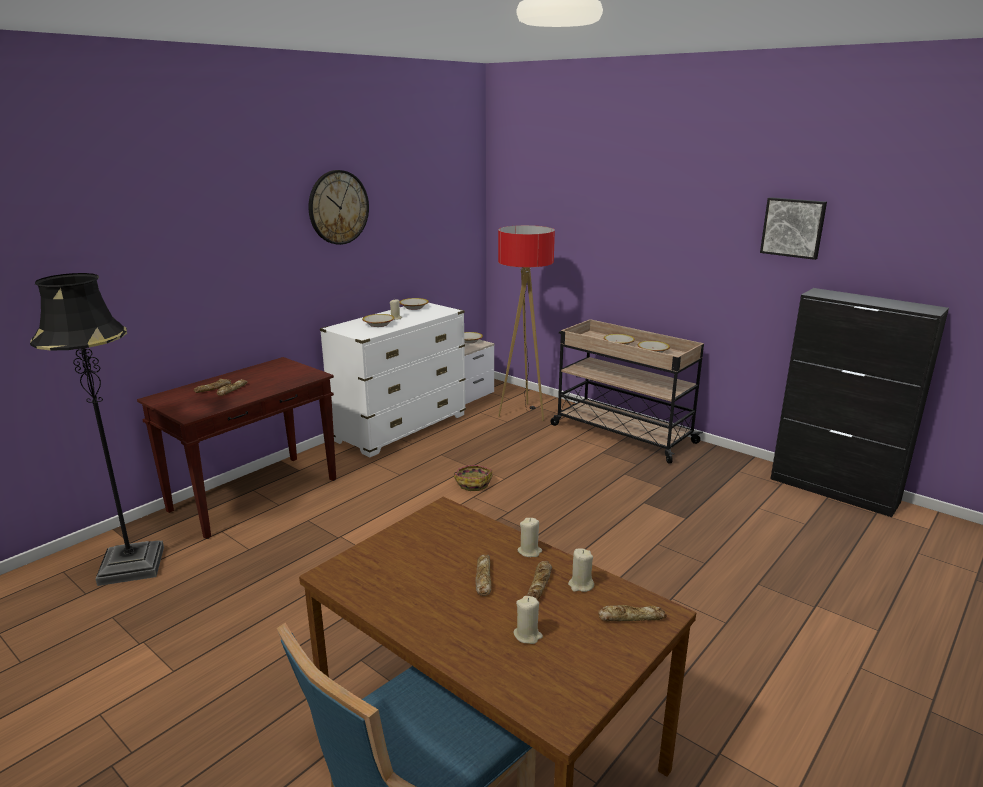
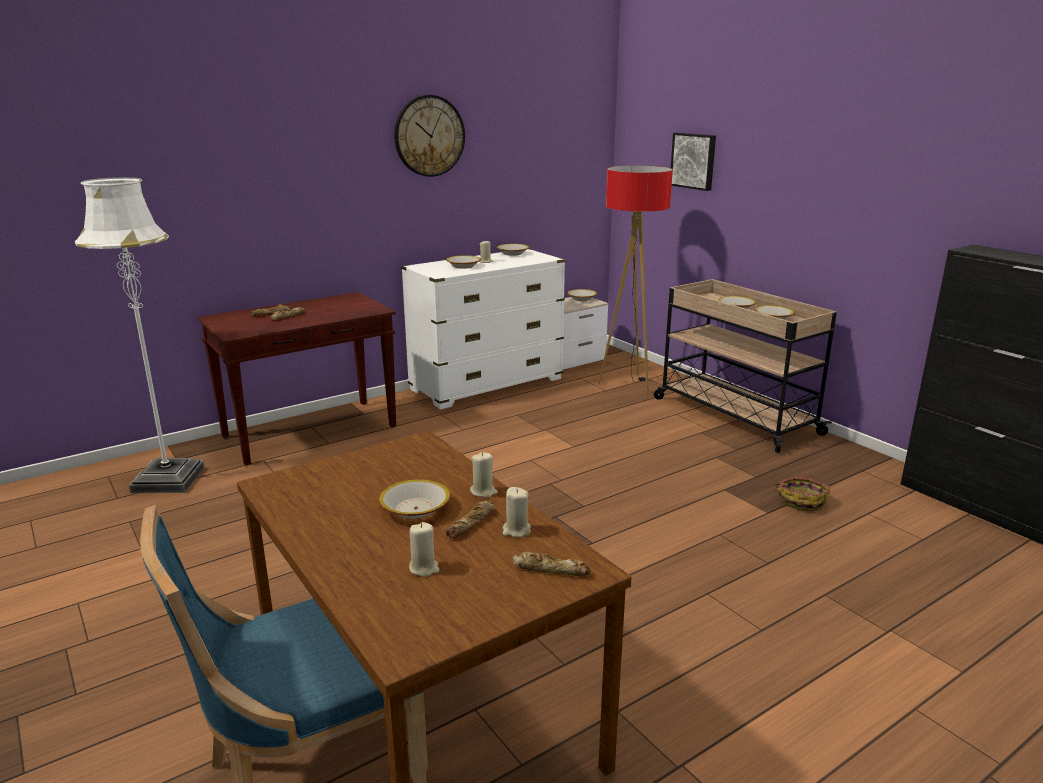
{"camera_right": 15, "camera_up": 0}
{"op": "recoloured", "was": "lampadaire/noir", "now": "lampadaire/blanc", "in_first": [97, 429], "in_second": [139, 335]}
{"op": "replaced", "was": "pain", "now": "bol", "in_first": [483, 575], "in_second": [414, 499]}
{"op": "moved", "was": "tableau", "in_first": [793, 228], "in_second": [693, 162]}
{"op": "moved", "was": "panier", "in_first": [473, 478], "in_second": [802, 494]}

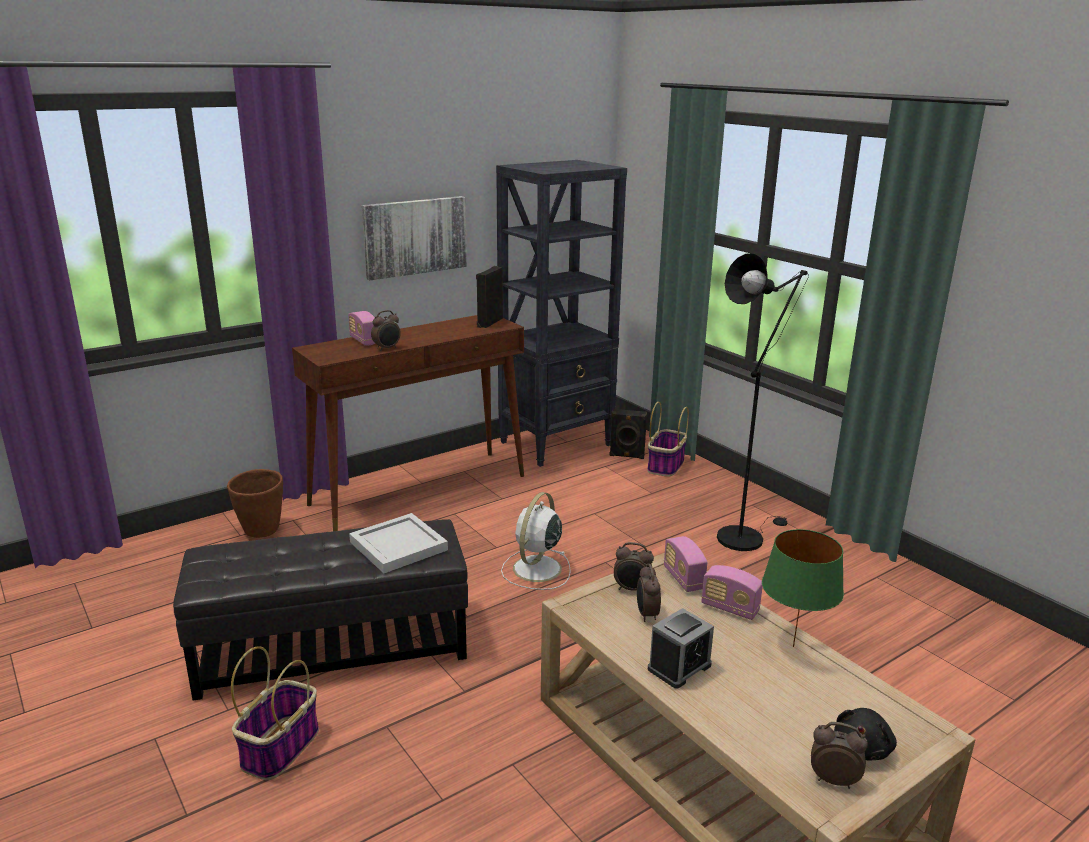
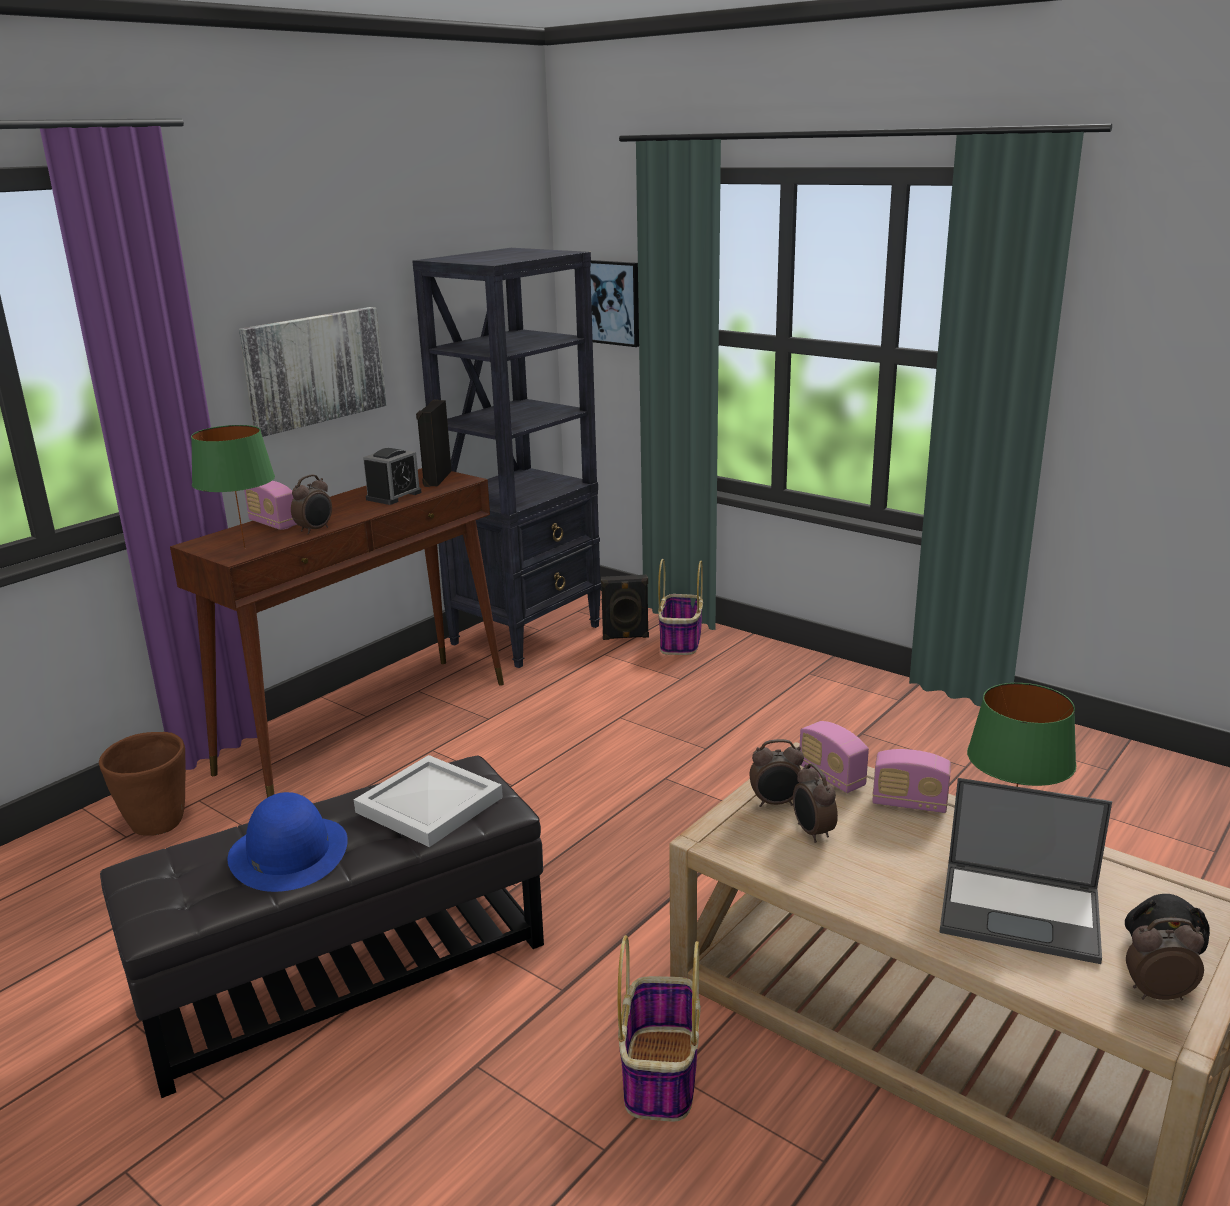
{"camera_right": -15, "camera_up": 0}
{"op": "added", "now": "lampe de table/vert", "in_second": [233, 487]}
{"op": "added", "now": "chapeau/bleu", "in_second": [287, 842]}
{"op": "moved", "was": "réveil", "in_first": [681, 648], "in_second": [392, 476]}
{"op": "added", "now": "tableau", "in_second": [614, 303]}
{"op": "moved", "was": "panier", "in_first": [275, 713], "in_second": [659, 1028]}
{"op": "added", "now": "ordinateur portable", "in_second": [1025, 871]}
{"op": "removed", "was": "ventilateur/blanc", "in_first": [536, 541]}
{"op": "removed", "was": "lampadaire/noir", "in_first": [763, 402]}

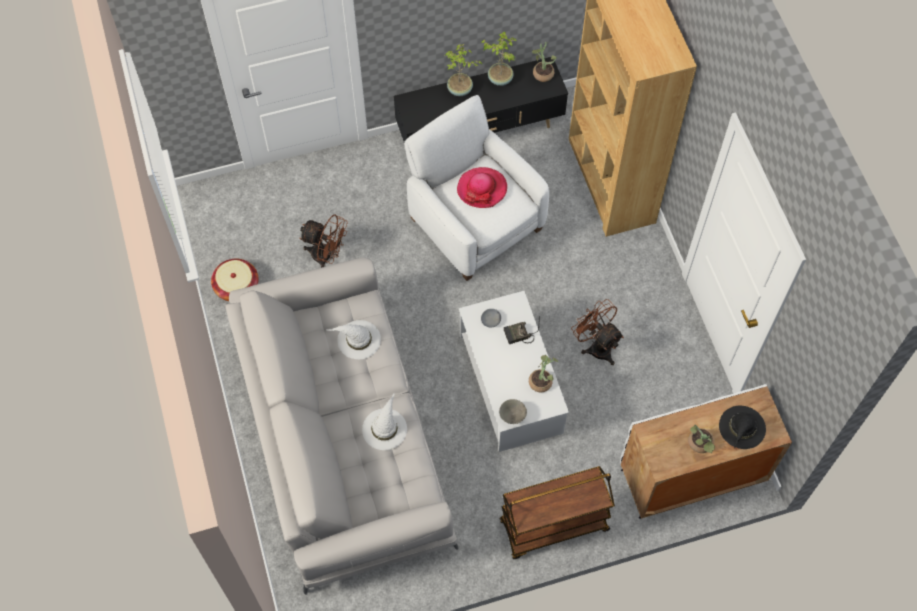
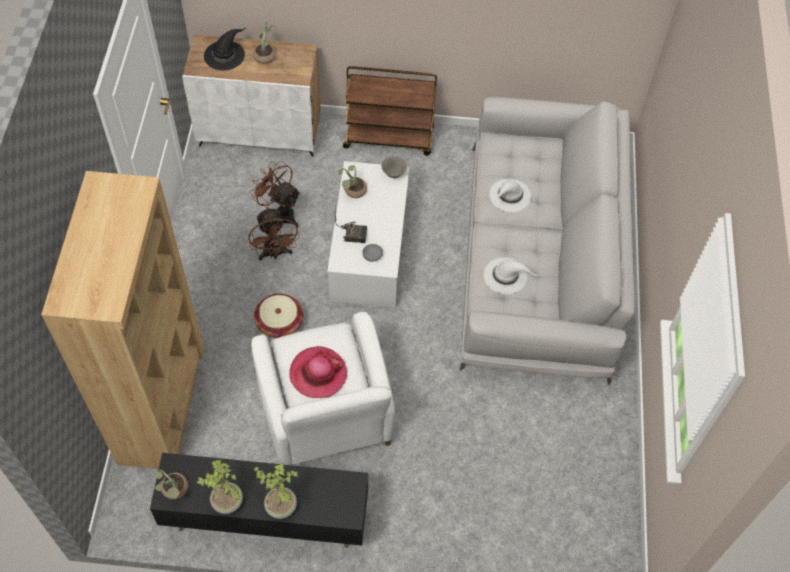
{"camera_right": -160, "camera_up": -5}
{"op": "moved", "was": "ventilateur/marron", "in_first": [323, 241], "in_second": [275, 194]}
{"op": "moved", "was": "panier", "in_first": [235, 280], "in_second": [278, 316]}

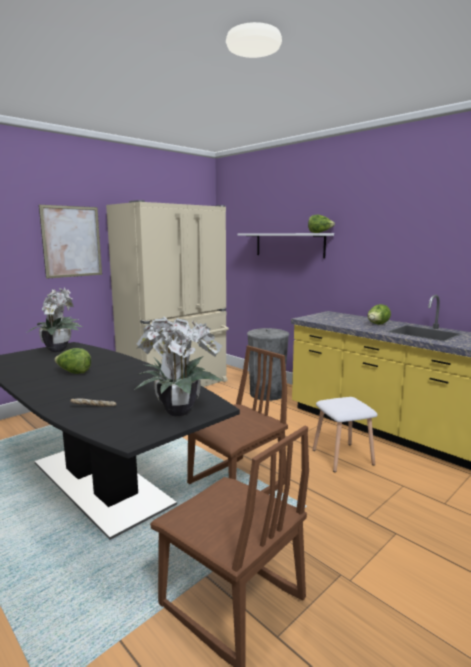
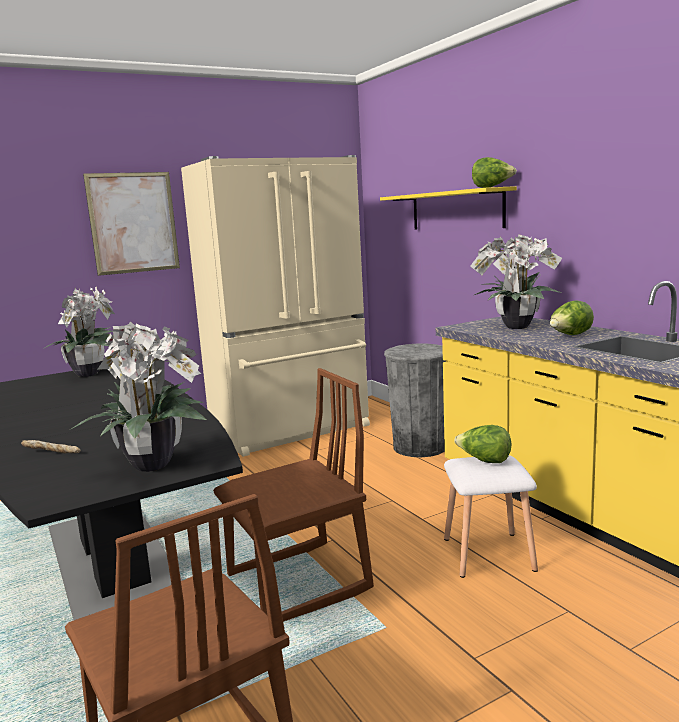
{"camera_right": 15, "camera_up": 0}
{"op": "recoloured", "was": "étagère/blanc", "now": "étagère/jaune", "in_first": [285, 245], "in_second": [448, 207]}
{"op": "moved", "was": "laitue", "in_first": [72, 361], "in_second": [483, 444]}
{"op": "added", "now": "plante en pot", "in_second": [516, 281]}

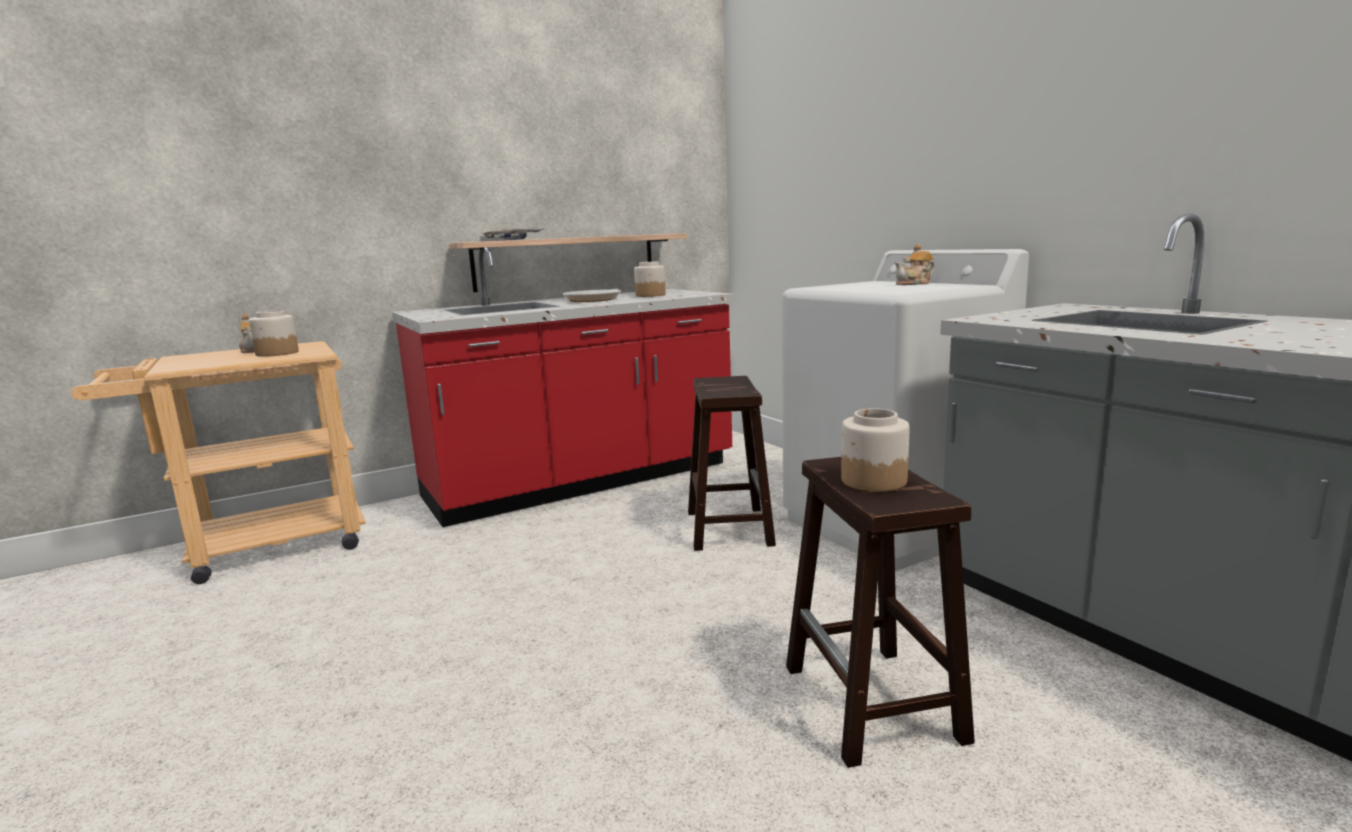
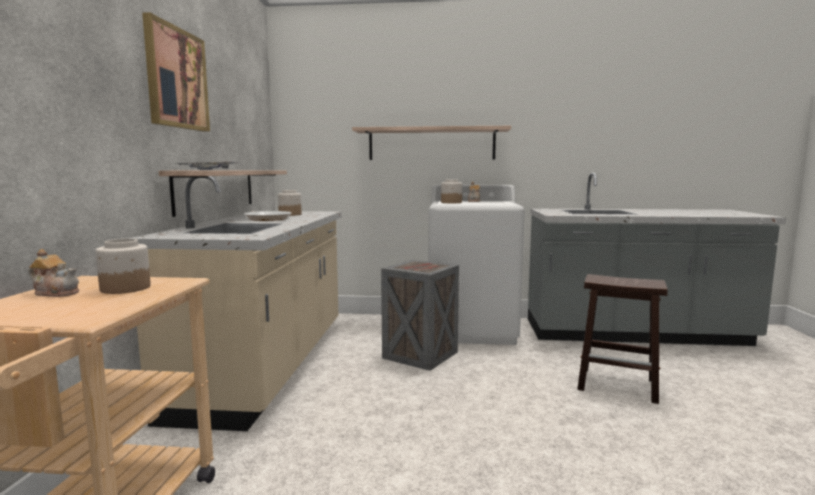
{"camera_right": -55, "camera_up": -5}
{"op": "recoloured", "was": "comptoir de cuisine/rouge", "now": "comptoir de cuisine/beige", "in_first": [563, 387], "in_second": [235, 303]}
{"op": "added", "now": "tableau", "in_second": [176, 72]}
{"op": "added", "now": "étagère", "in_second": [431, 143]}
{"op": "replaced", "was": "tabouret/marron", "now": "caisse", "in_first": [732, 463], "in_second": [420, 315]}
{"op": "moved", "was": "bocal", "in_first": [875, 450], "in_second": [451, 191]}

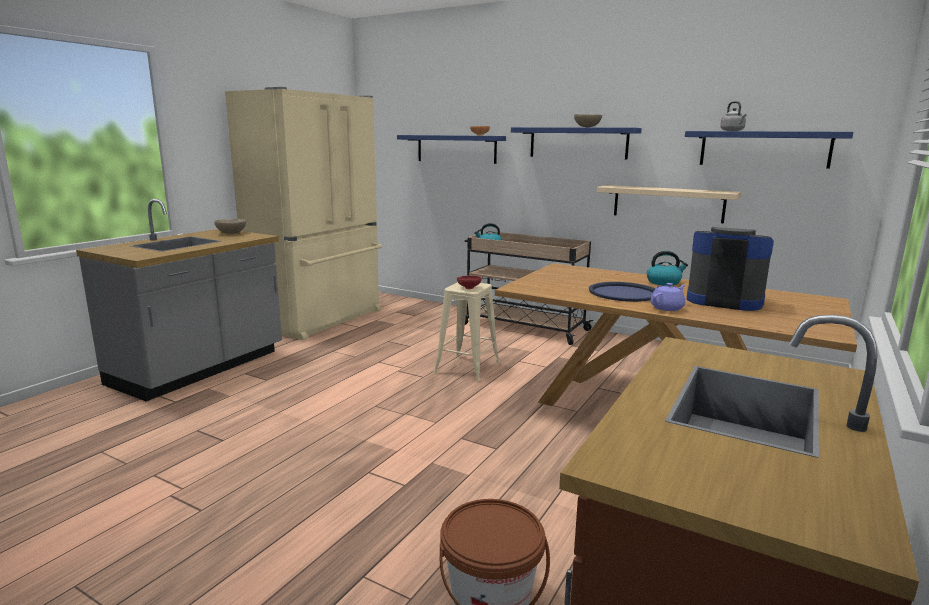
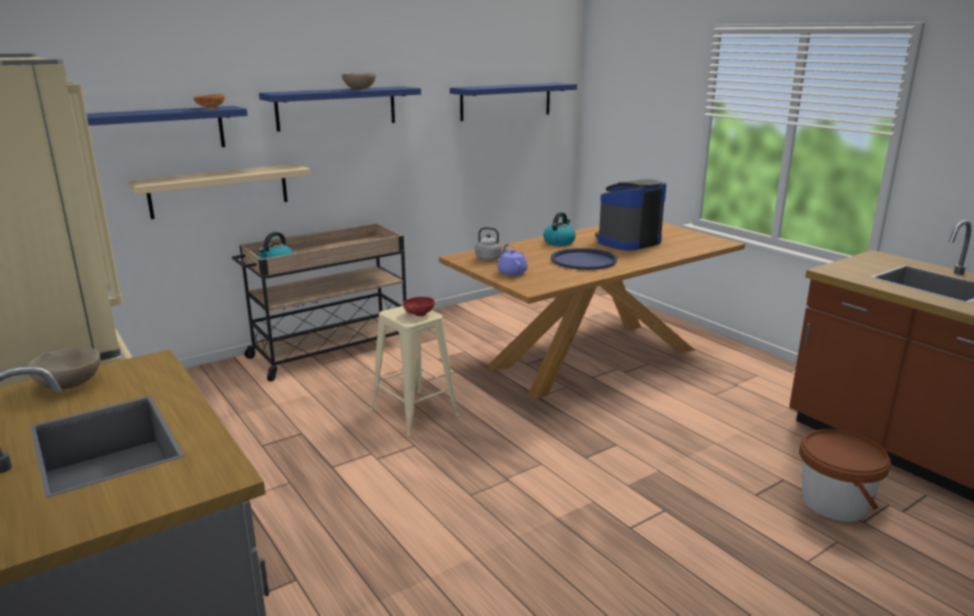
{"camera_right": -65, "camera_up": 5}
{"op": "moved", "was": "étagère/beige", "in_first": [669, 204], "in_second": [219, 191]}
{"op": "moved", "was": "bouilloire/gris", "in_first": [733, 116], "in_second": [492, 244]}
{"op": "moved", "was": "théière/violet", "in_first": [667, 297], "in_second": [512, 261]}

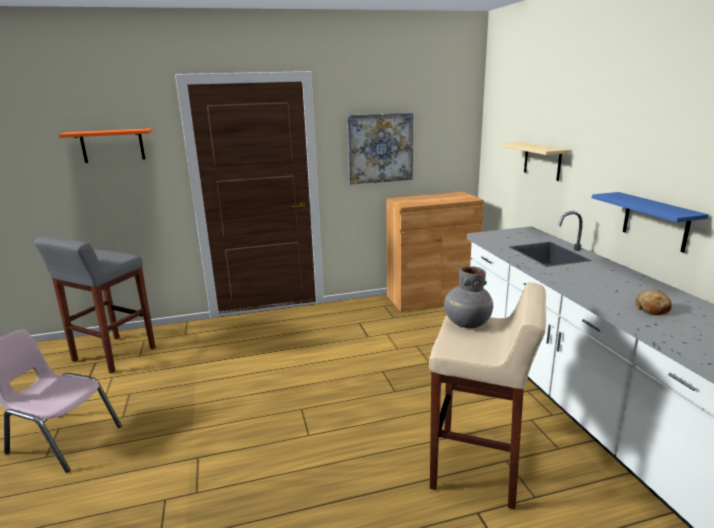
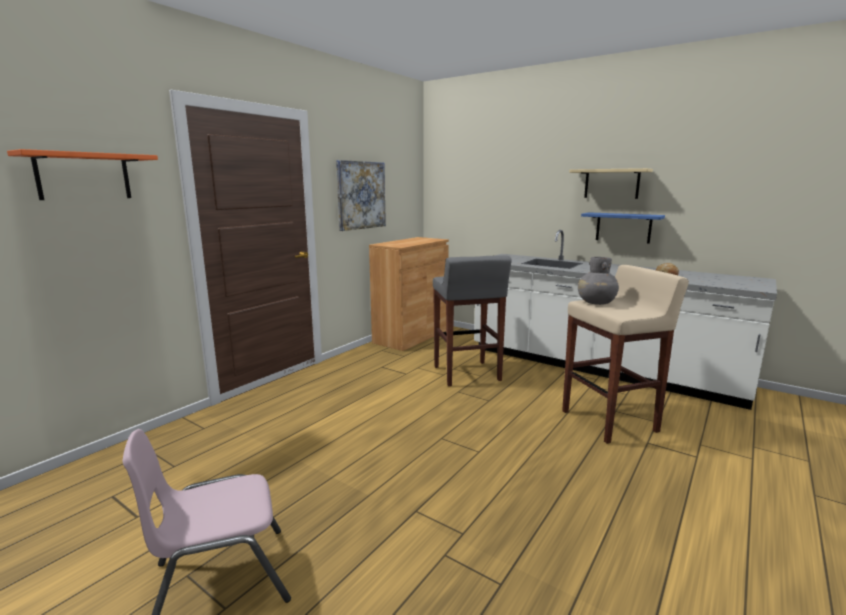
{"camera_right": -40, "camera_up": -5}
{"op": "moved", "was": "tabouret/gris", "in_first": [94, 305], "in_second": [472, 320]}
{"op": "moved", "was": "étagère/beige", "in_first": [535, 161], "in_second": [611, 183]}

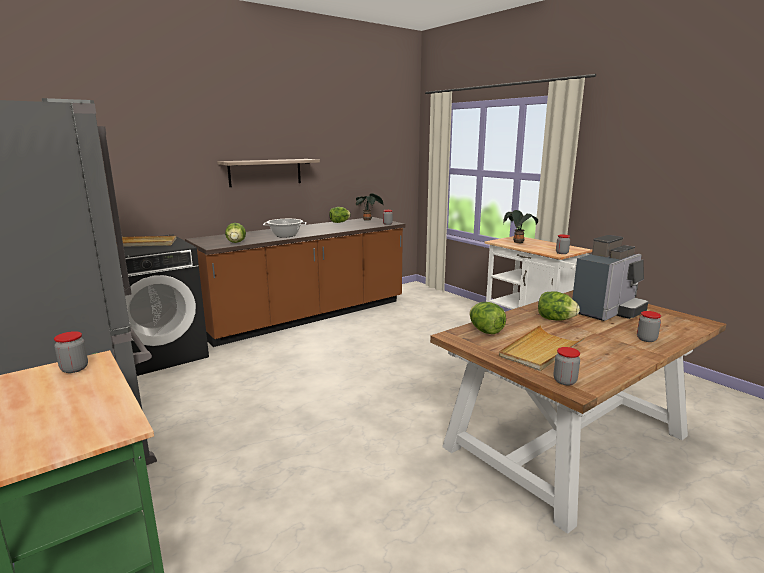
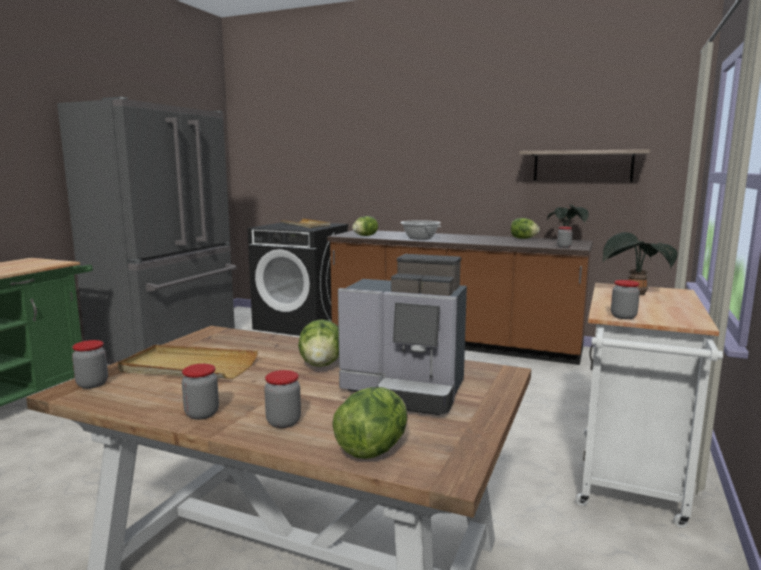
{"camera_right": 60, "camera_up": -5}
{"op": "moved", "was": "bocal", "in_first": [71, 352], "in_second": [200, 392]}
{"op": "moved", "was": "laitue", "in_first": [487, 318], "in_second": [369, 423]}
{"op": "moved", "was": "étagère", "in_first": [268, 173], "in_second": [584, 165]}

